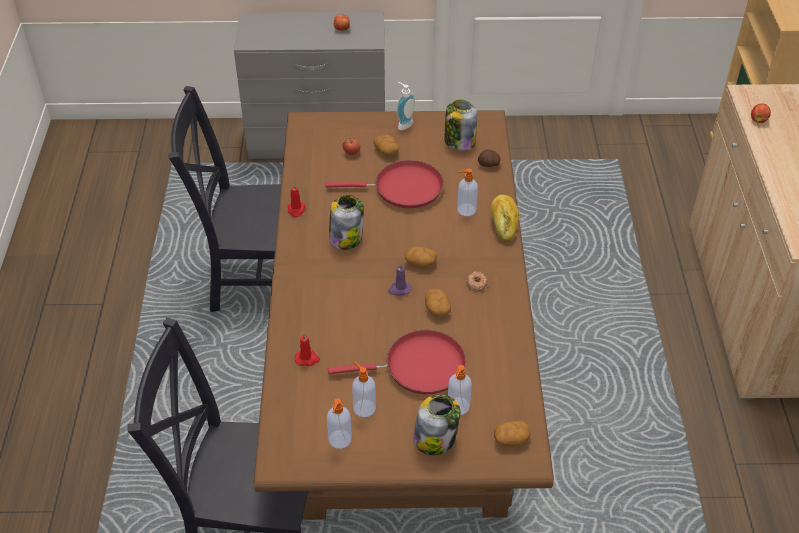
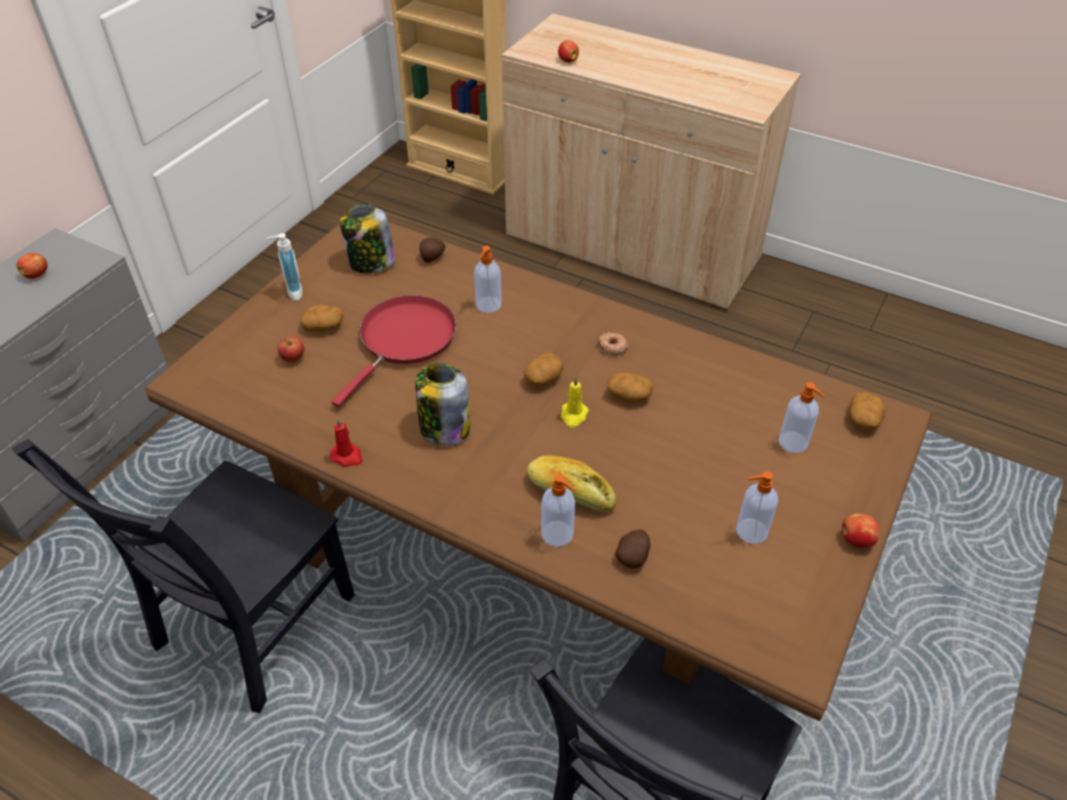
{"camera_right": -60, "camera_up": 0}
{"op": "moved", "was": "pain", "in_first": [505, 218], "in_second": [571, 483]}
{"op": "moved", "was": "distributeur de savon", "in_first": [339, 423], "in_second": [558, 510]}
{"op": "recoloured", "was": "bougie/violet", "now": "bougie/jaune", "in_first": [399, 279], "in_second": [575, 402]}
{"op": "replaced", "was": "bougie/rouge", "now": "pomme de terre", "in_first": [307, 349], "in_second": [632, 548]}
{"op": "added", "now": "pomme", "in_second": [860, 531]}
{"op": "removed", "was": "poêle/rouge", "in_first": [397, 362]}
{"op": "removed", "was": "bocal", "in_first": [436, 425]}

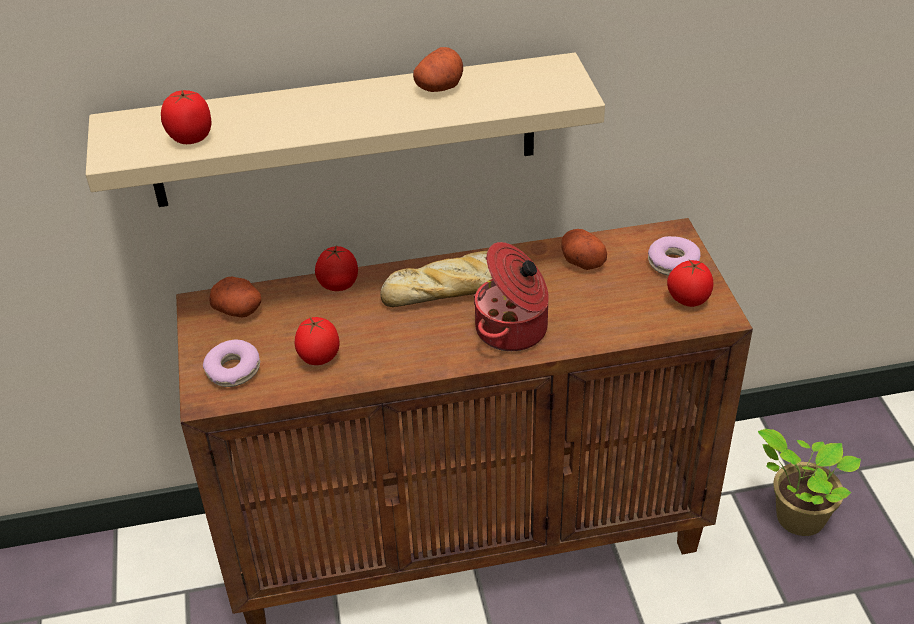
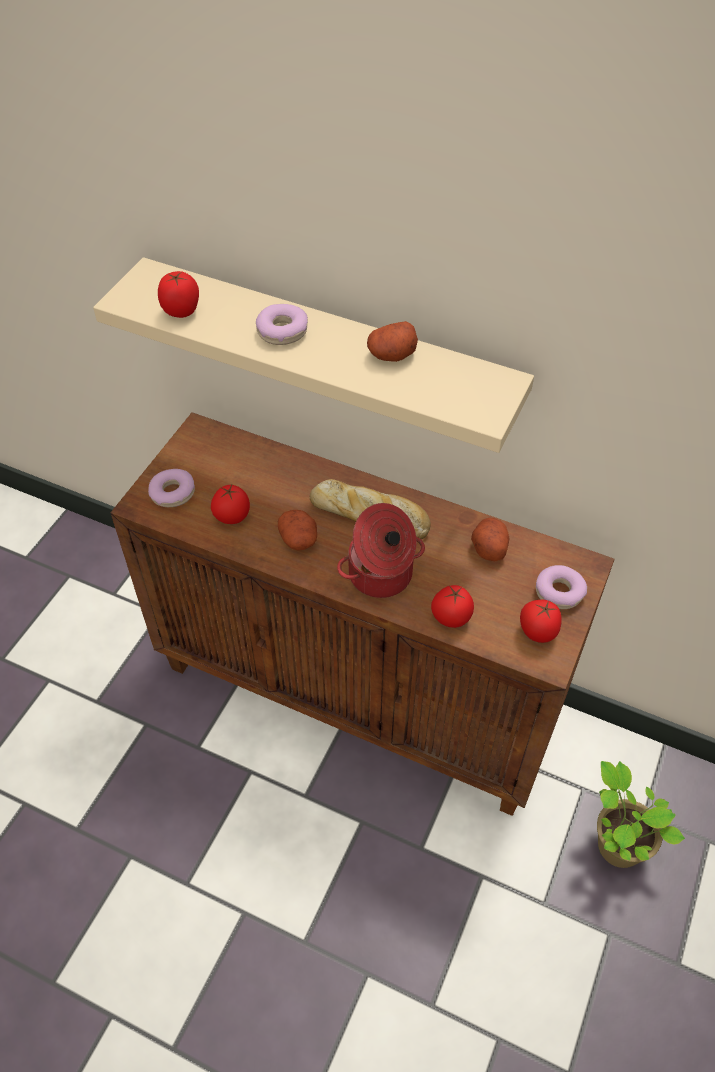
{"camera_right": 35, "camera_up": 10}
{"op": "added", "now": "beignet", "in_second": [282, 324]}
{"op": "moved", "was": "pomme de terre", "in_first": [235, 297], "in_second": [297, 530]}
{"op": "moved", "was": "tomate", "in_first": [336, 268], "in_second": [452, 606]}

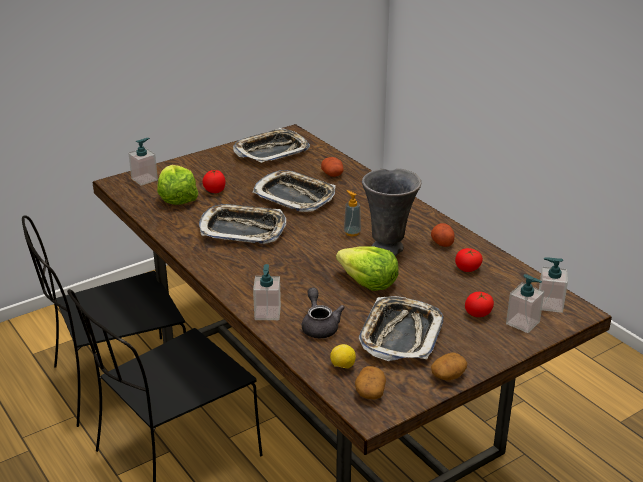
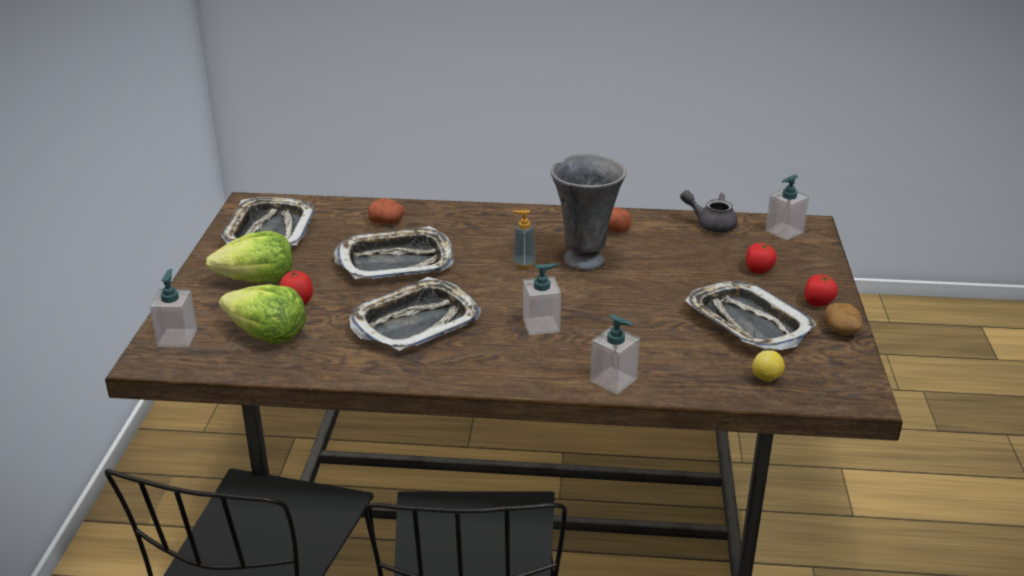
{"camera_right": -50, "camera_up": 0}
{"op": "moved", "was": "laitue", "in_first": [367, 268], "in_second": [249, 257]}
{"op": "moved", "was": "distributeur de savon", "in_first": [525, 303], "in_second": [542, 299]}
{"op": "moved", "was": "théière/gris", "in_first": [323, 312], "in_second": [709, 211]}
{"op": "moved", "was": "tomate", "in_first": [469, 260], "in_second": [821, 290]}
{"op": "removed", "was": "pomme de terre", "in_first": [370, 382]}

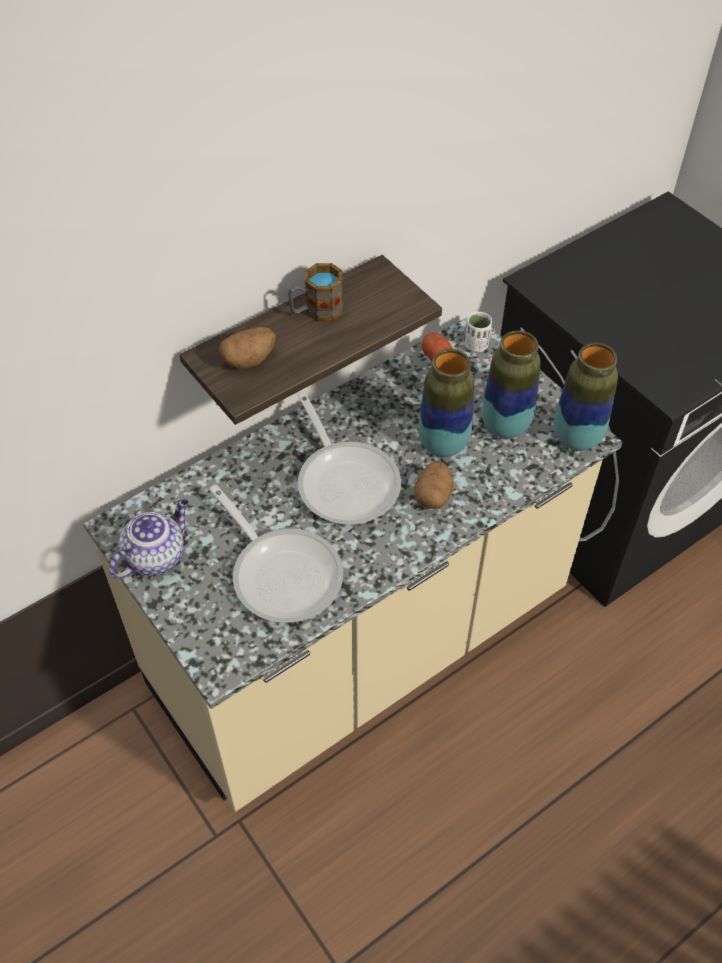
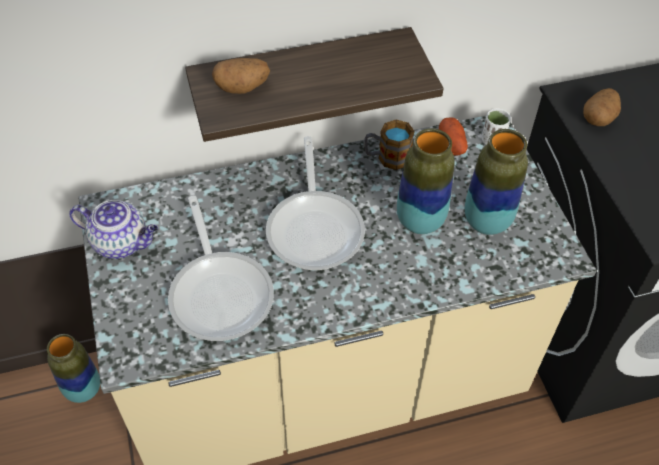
{"camera_right": 20, "camera_up": 0}
{"op": "moved", "was": "vase", "in_first": [586, 397], "in_second": [73, 368]}
{"op": "turned", "was": "théière", "in_first": [149, 539], "in_second": [113, 229], "clockwise": 45}
{"op": "moved", "was": "mug", "in_first": [315, 292], "in_second": [389, 145]}
{"op": "moved", "was": "pomme de terre", "in_first": [434, 485], "in_second": [602, 107]}

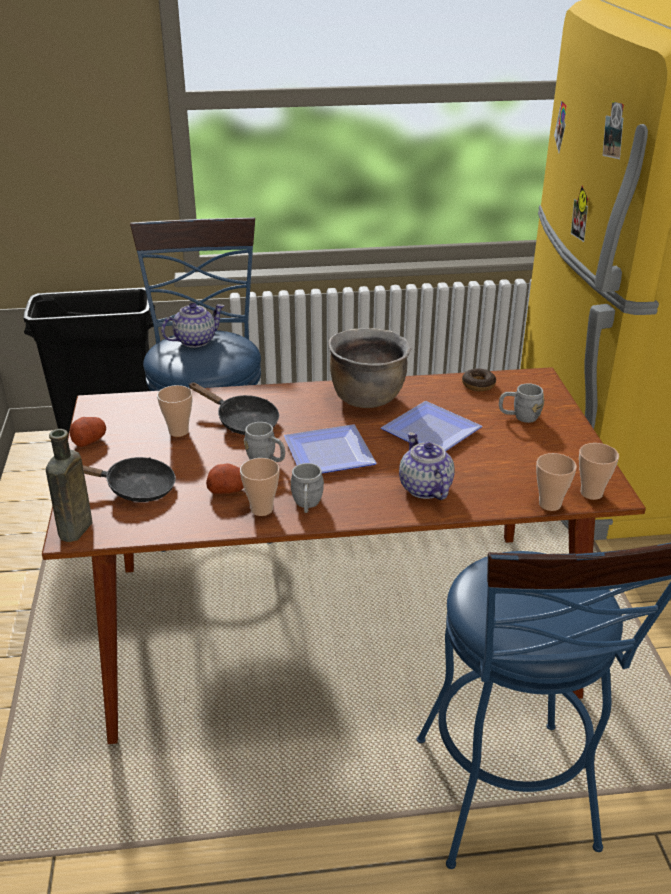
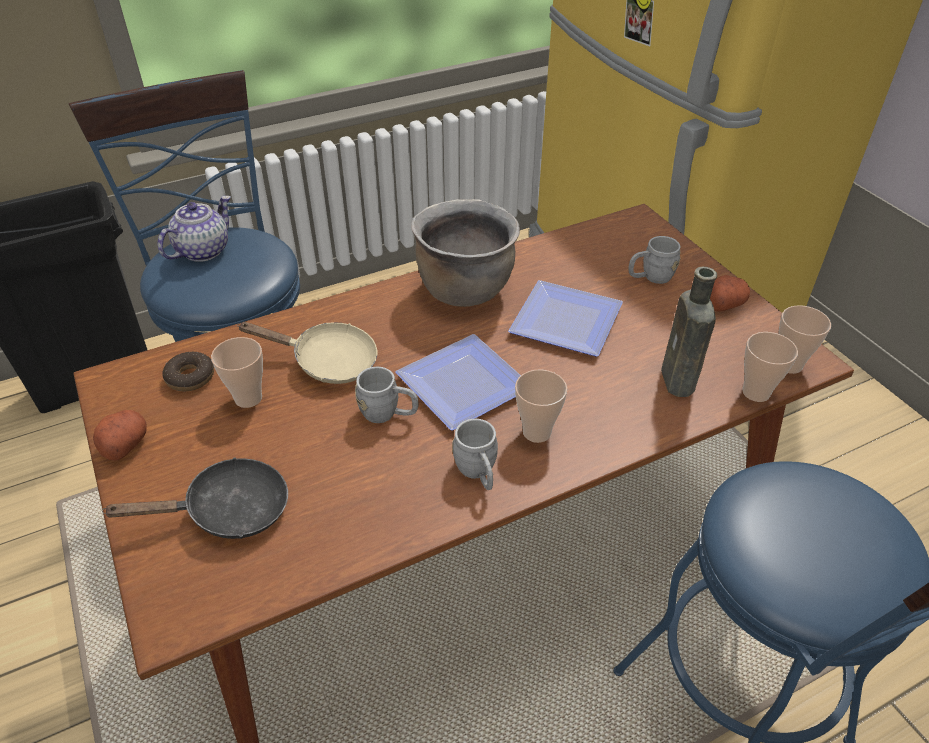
{"camera_right": -20, "camera_up": 10}
{"op": "moved", "was": "beignet", "in_first": [479, 380], "in_second": [188, 371]}
{"op": "recoloured", "was": "poêle/noir", "now": "poêle/beige", "in_first": [234, 408], "in_second": [307, 353]}
{"op": "moved", "was": "tasse", "in_first": [260, 487], "in_second": [541, 406]}
{"op": "moved", "was": "bouteille/marron", "in_first": [69, 485], "in_second": [689, 331]}
{"op": "moved", "was": "pomme de terre", "in_first": [225, 478], "in_second": [730, 293]}
{"op": "removed", "was": "théière", "in_first": [427, 466]}

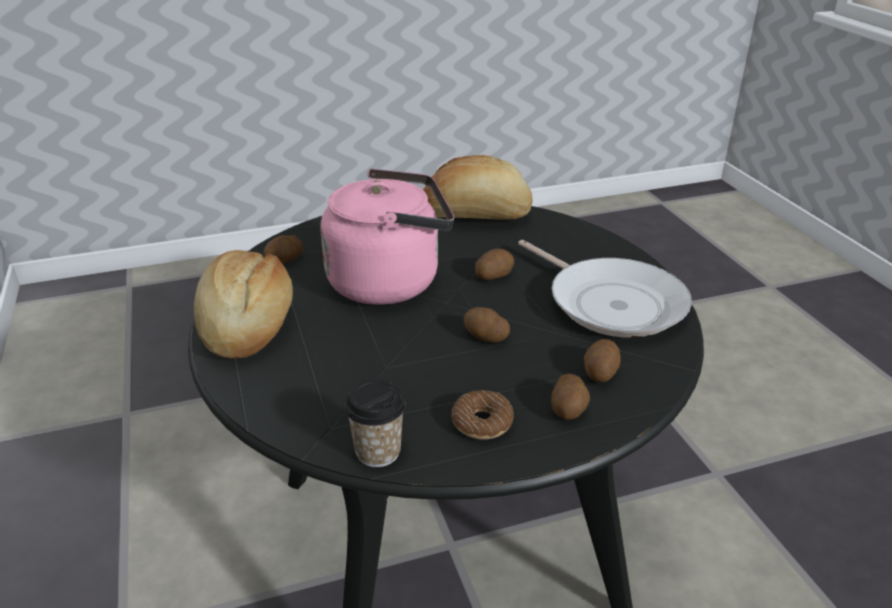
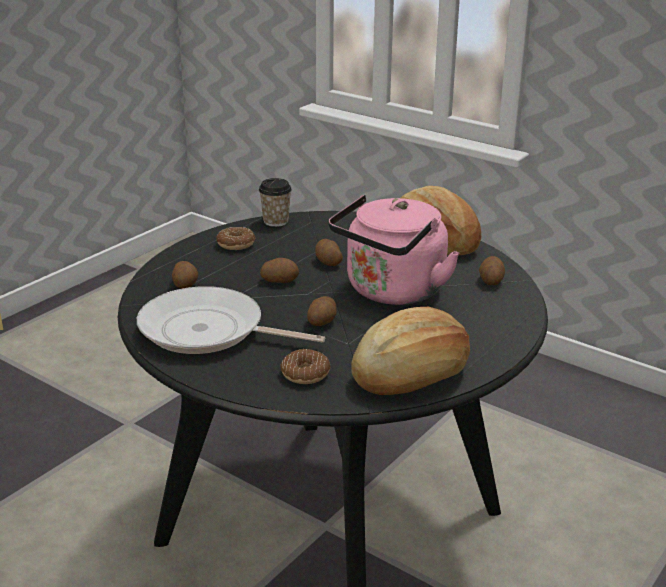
{"camera_right": 145, "camera_up": -5}
{"op": "added", "now": "beignet", "in_second": [305, 366]}
{"op": "moved", "was": "pomme de terre", "in_first": [570, 397], "in_second": [329, 252]}

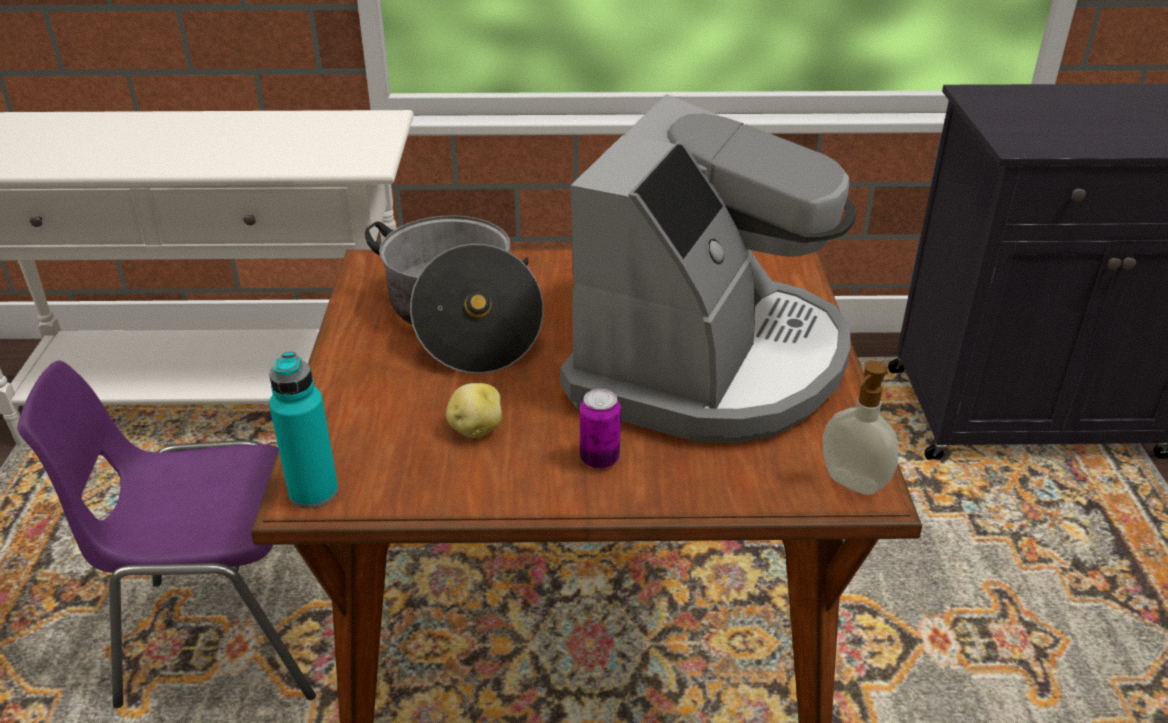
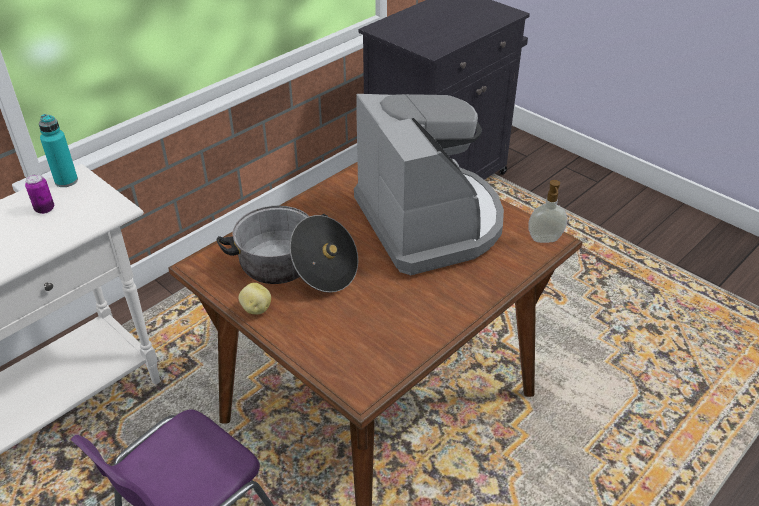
{"camera_right": -45, "camera_up": 5}
{"op": "moved", "was": "boîte métallique", "in_first": [600, 429], "in_second": [39, 194]}
{"op": "moved", "was": "bouteille/turquoise", "in_first": [303, 430], "in_second": [58, 150]}
{"op": "moved", "was": "pomme de terre", "in_first": [474, 410], "in_second": [254, 298]}

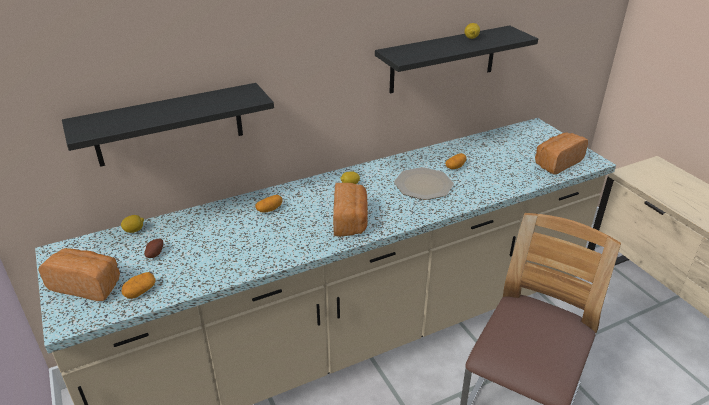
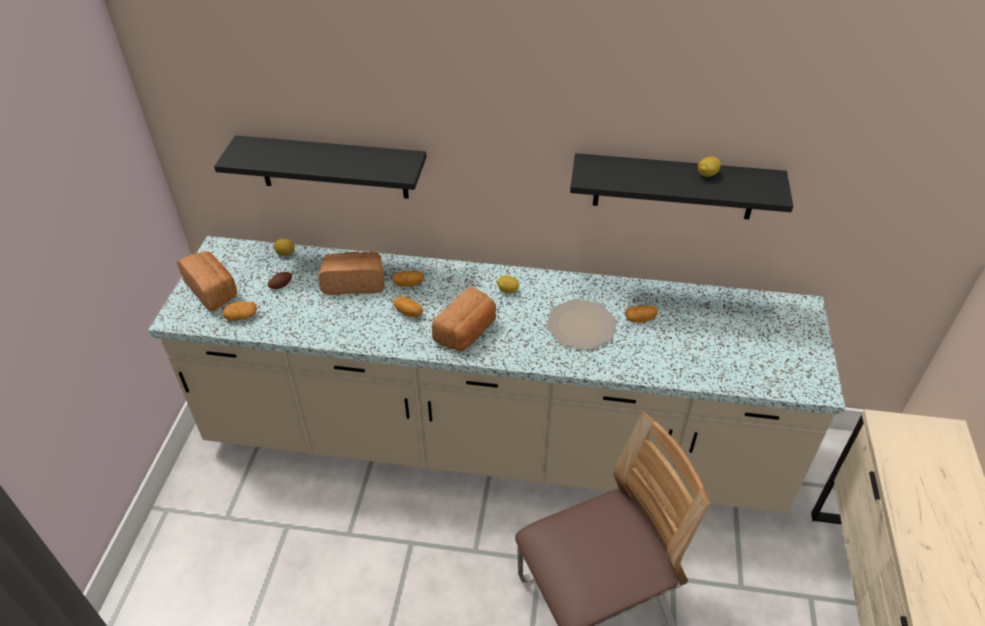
{"camera_right": 35, "camera_up": 10}
{"op": "moved", "was": "pain", "in_first": [561, 153], "in_second": [351, 273]}
{"op": "added", "now": "pomme de terre", "in_second": [408, 306]}

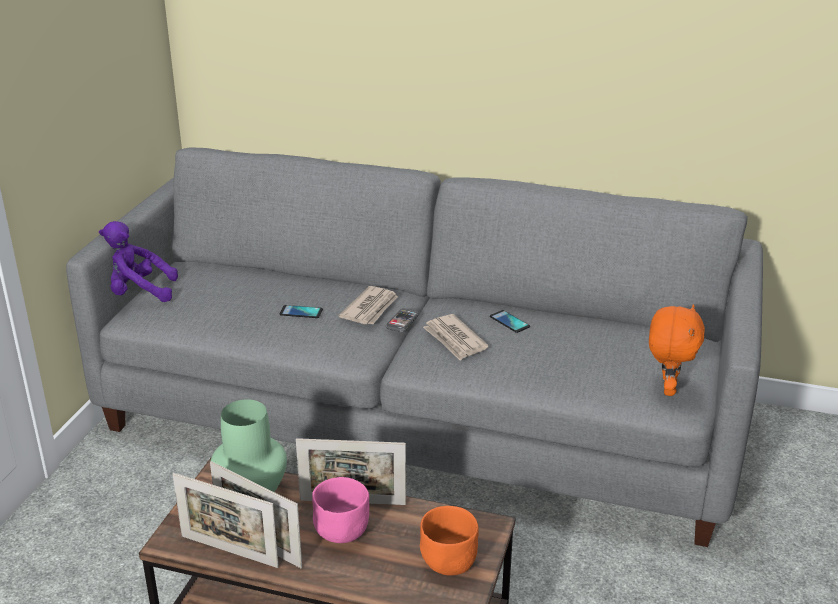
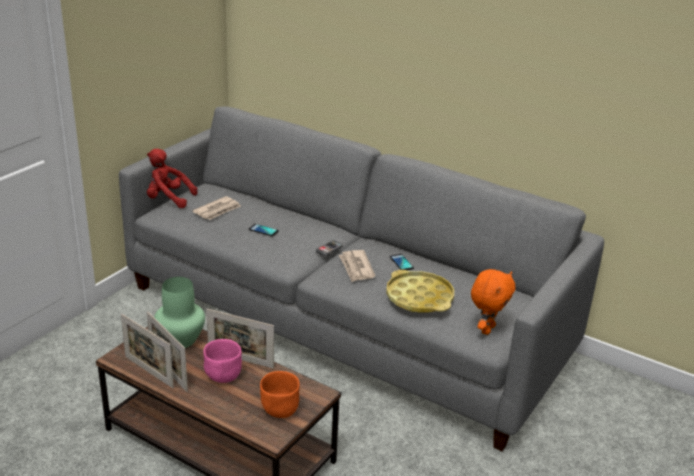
{"camera_right": 15, "camera_up": 0}
{"op": "recoloured", "was": "peluche/violet", "now": "peluche/rouge", "in_first": [138, 261], "in_second": [172, 178]}
{"op": "moved", "was": "journal", "in_first": [368, 305], "in_second": [216, 208]}
{"op": "added", "now": "plateau/jaune", "in_second": [420, 291]}

